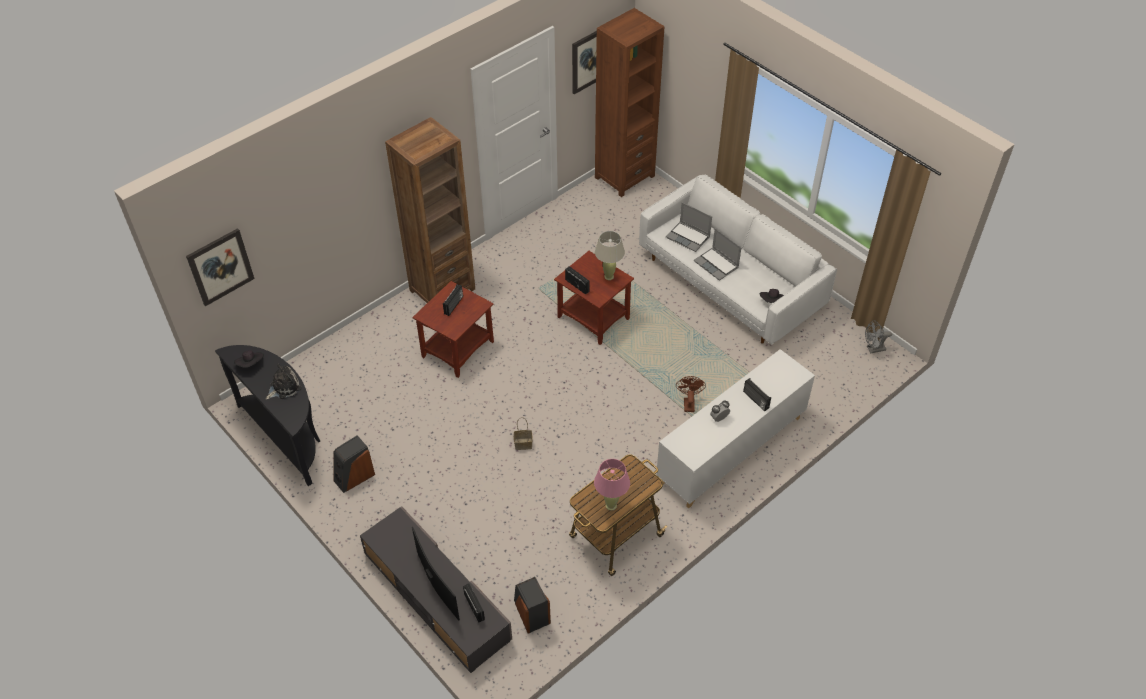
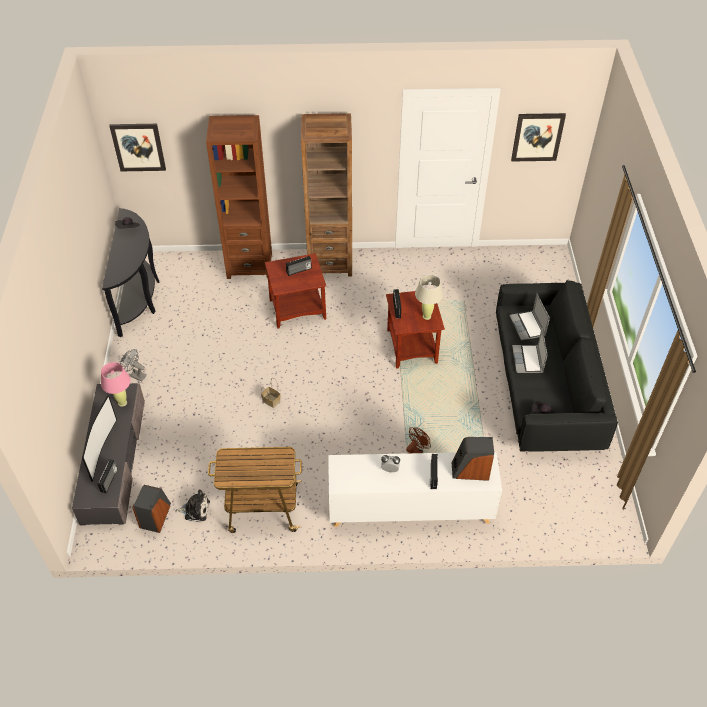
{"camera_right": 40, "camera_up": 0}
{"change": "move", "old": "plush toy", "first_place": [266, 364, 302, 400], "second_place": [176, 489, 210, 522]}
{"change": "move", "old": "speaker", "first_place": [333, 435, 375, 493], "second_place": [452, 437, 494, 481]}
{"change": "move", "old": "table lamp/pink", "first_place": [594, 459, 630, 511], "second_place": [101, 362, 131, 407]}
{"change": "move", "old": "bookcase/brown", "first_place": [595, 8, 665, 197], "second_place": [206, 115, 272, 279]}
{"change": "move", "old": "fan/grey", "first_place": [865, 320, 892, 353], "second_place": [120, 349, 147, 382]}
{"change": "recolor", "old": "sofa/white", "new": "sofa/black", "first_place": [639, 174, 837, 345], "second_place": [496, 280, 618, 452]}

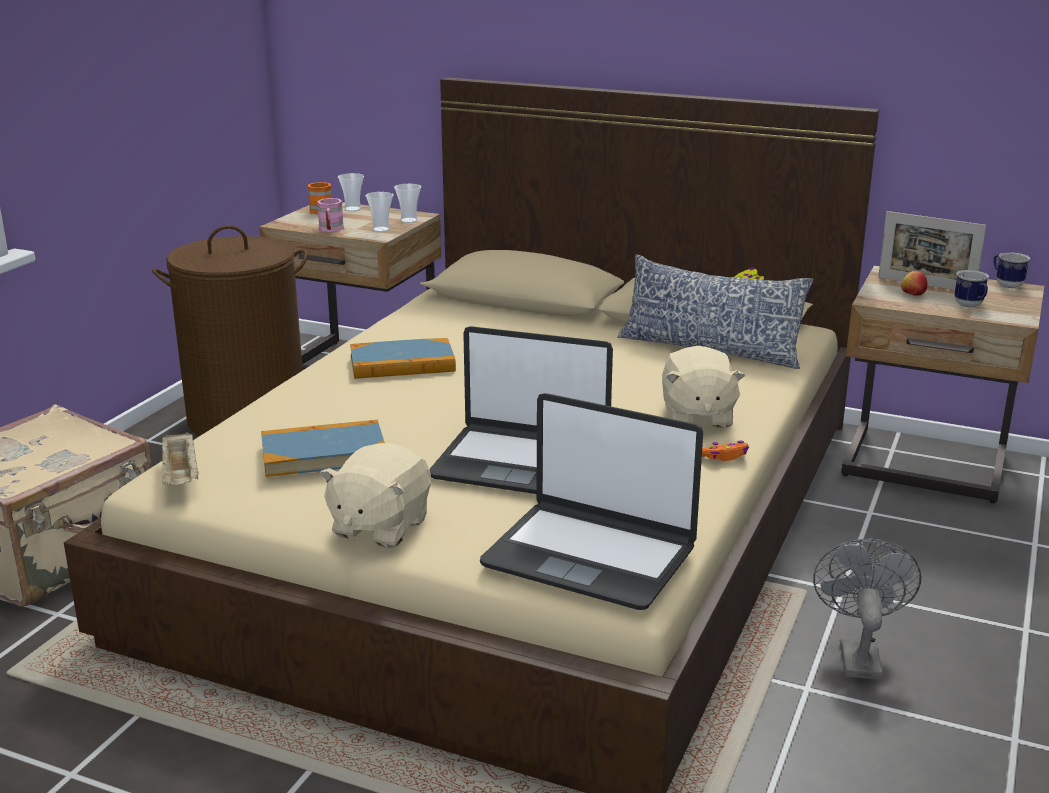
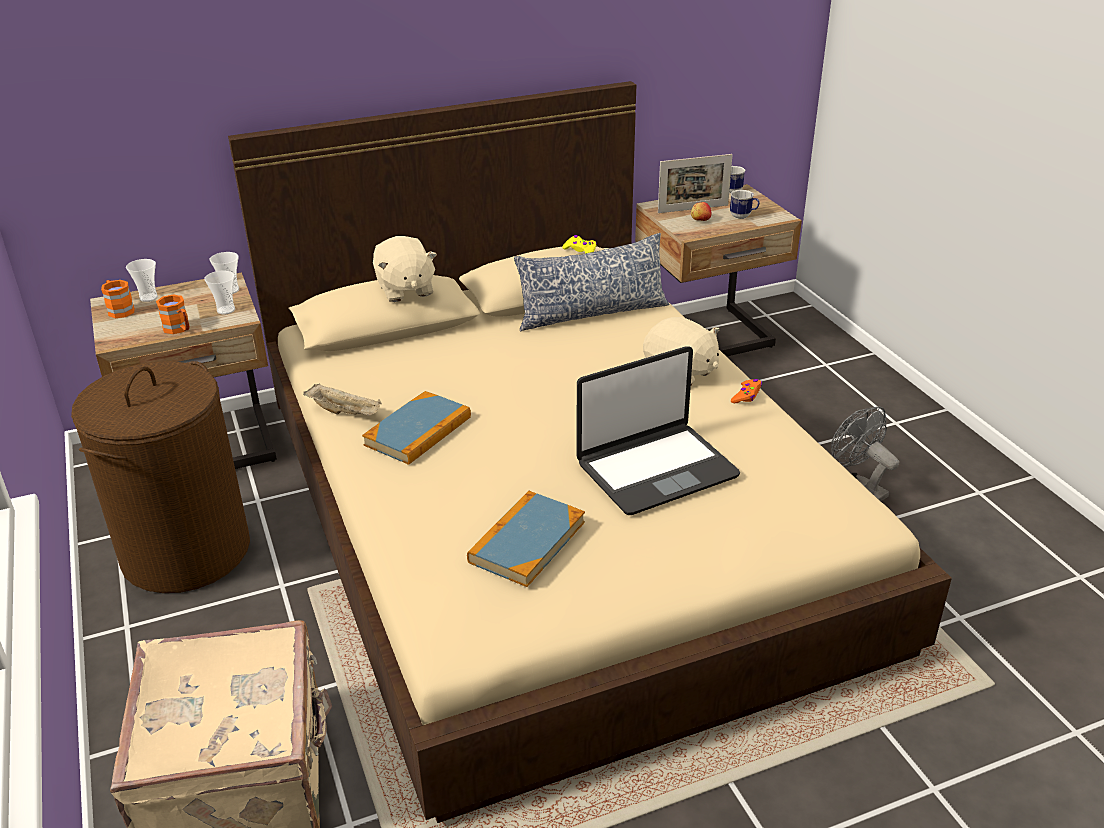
{"camera_right": -45, "camera_up": 10}
{"change": "delete", "old": "laptop", "first_place": [480, 393, 703, 610]}
{"change": "move", "old": "tray/beige", "first_place": [162, 432, 199, 485], "second_place": [303, 383, 382, 416]}
{"change": "move", "old": "plush toy/beige", "first_place": [320, 443, 431, 548], "second_place": [373, 236, 437, 302]}
{"change": "recolor", "old": "mug/pink", "new": "mug/orange", "first_place": [317, 198, 344, 232], "second_place": [156, 294, 190, 334]}

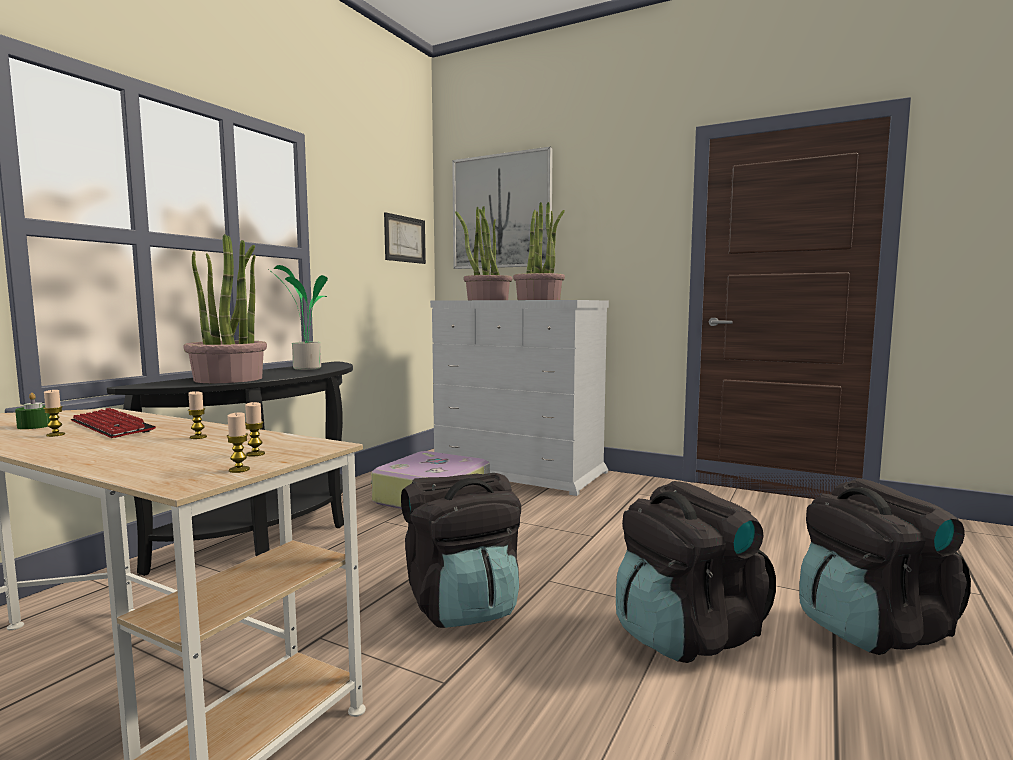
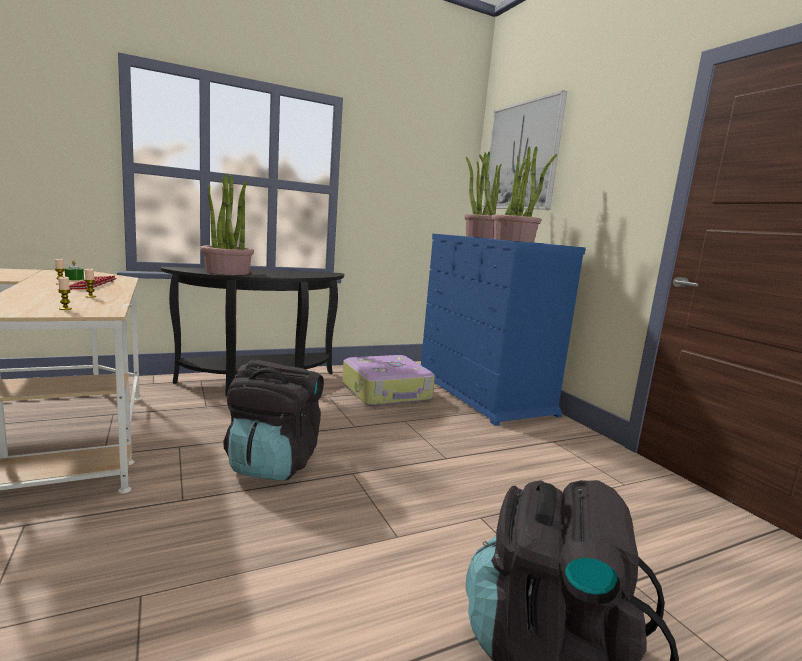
{"camera_right": 35, "camera_up": 5}
{"change": "delete", "old": "candle", "first_place": [226, 412, 250, 473]}
{"change": "delete", "old": "potted plant", "first_place": [267, 265, 328, 370]}
{"change": "delete", "old": "picture", "first_place": [384, 212, 426, 264]}
{"change": "delete", "old": "backpack/black", "first_place": [616, 481, 776, 663]}
{"change": "recolor", "old": "dresser/white", "new": "dresser/blue", "first_place": [430, 300, 609, 496], "second_place": [421, 234, 586, 426]}

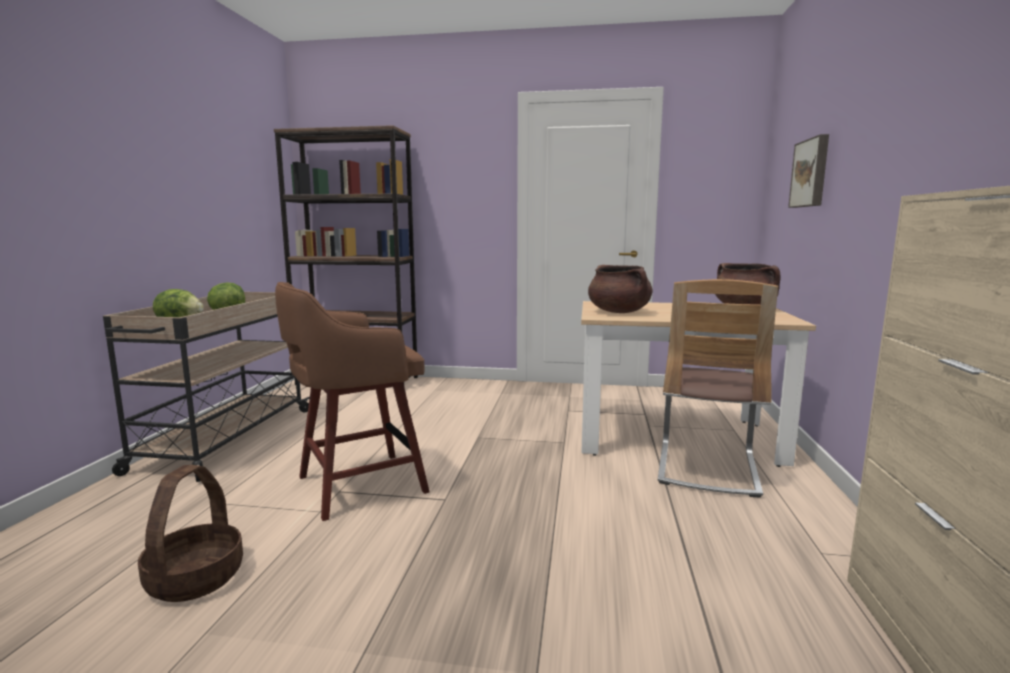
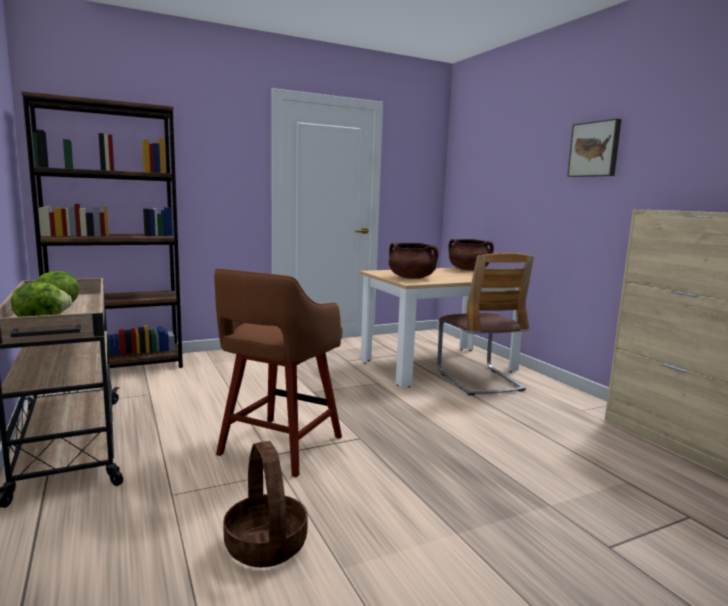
{"camera_right": -35, "camera_up": 0}
{"change": "move", "old": "picture", "first_place": [788, 134, 829, 208], "second_place": [567, 118, 621, 177]}

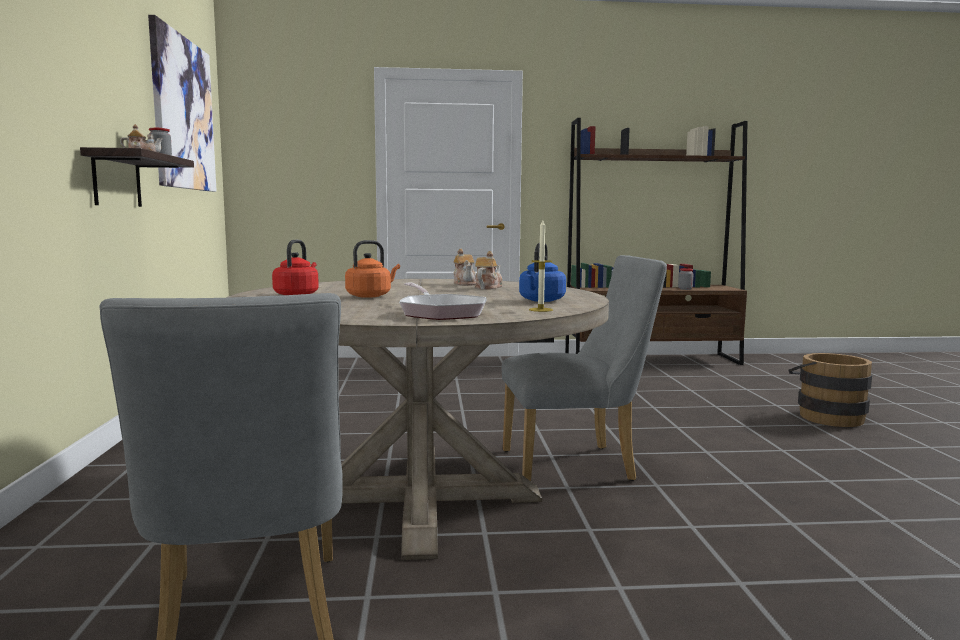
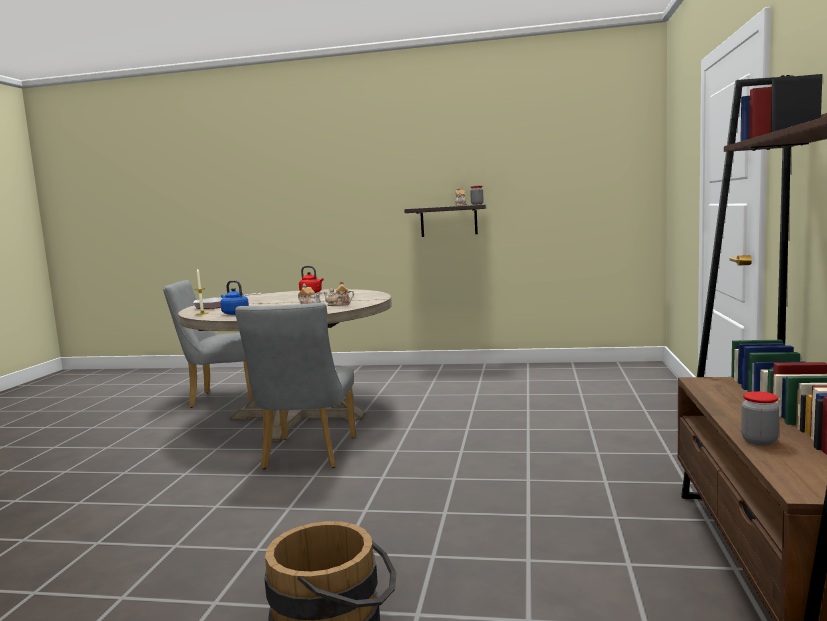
{"camera_right": 105, "camera_up": 0}
{"change": "delete", "old": "picture", "first_place": [148, 15, 217, 192]}
{"change": "delete", "old": "kettle/orange", "first_place": [345, 240, 400, 298]}

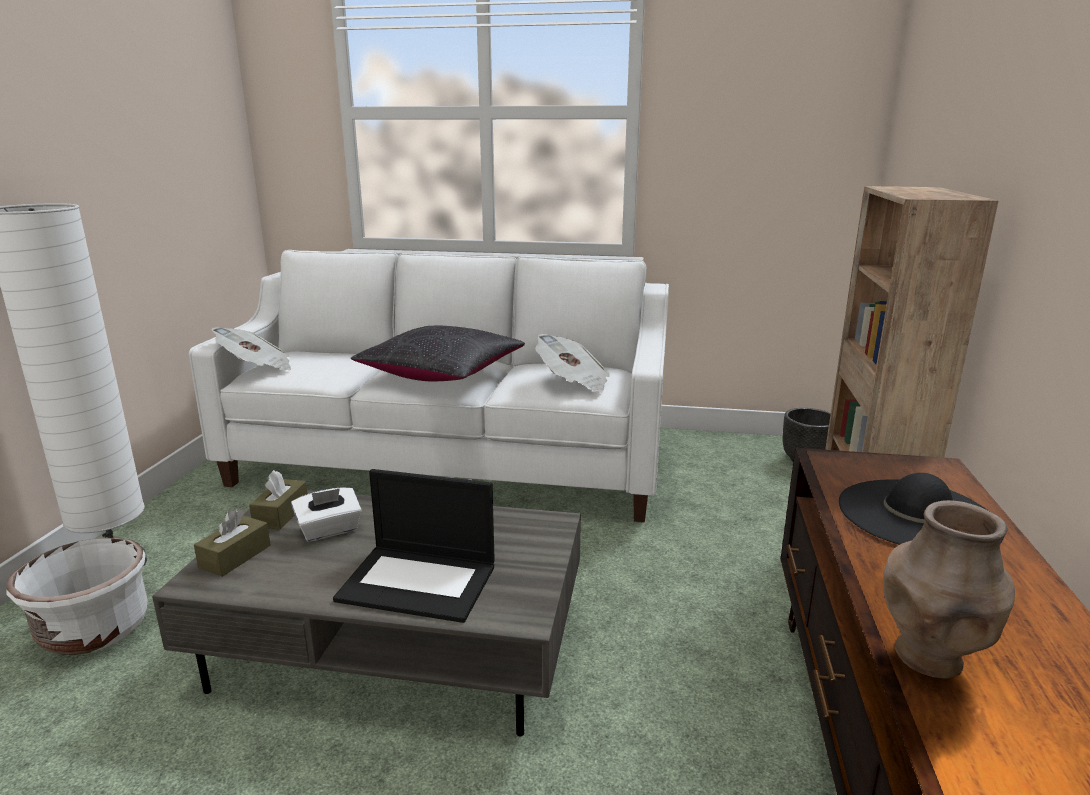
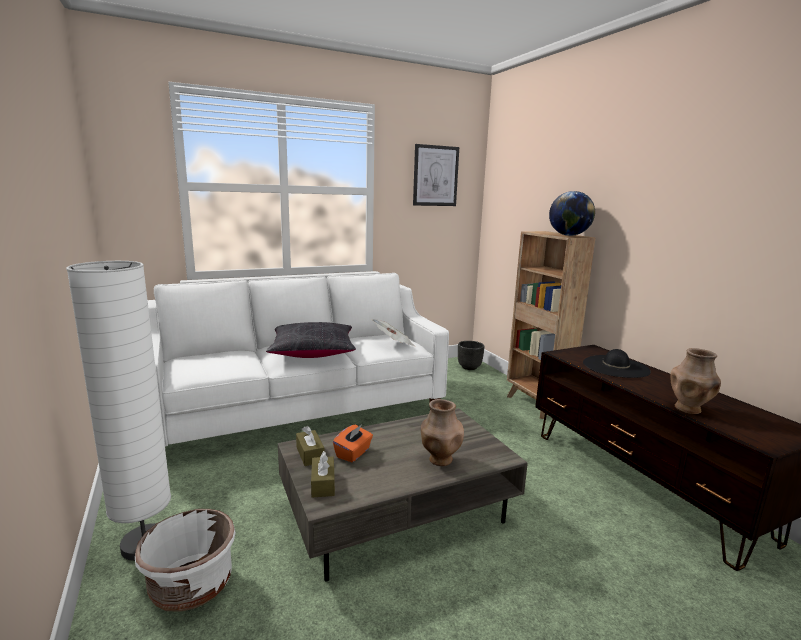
{"camera_right": -35, "camera_up": -5}
{"change": "delete", "old": "newspaper", "first_place": [212, 327, 291, 370]}
{"change": "insert", "new": "picture", "second_place": [413, 144, 459, 206]}
{"change": "insert", "new": "globe", "second_place": [549, 191, 595, 236]}
{"change": "replace", "old": "laptop", "new": "vase/brown", "first_place": [333, 469, 495, 623], "second_place": [421, 399, 464, 466]}
{"change": "recolor", "old": "tissue box/white", "new": "tissue box/orange", "first_place": [291, 487, 362, 542], "second_place": [333, 425, 373, 462]}

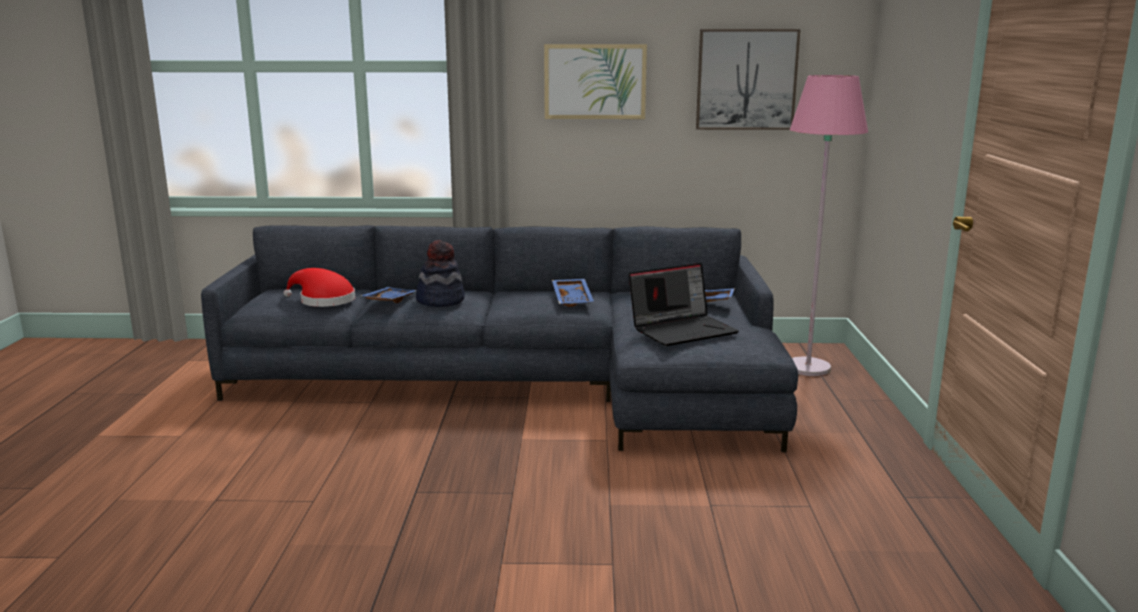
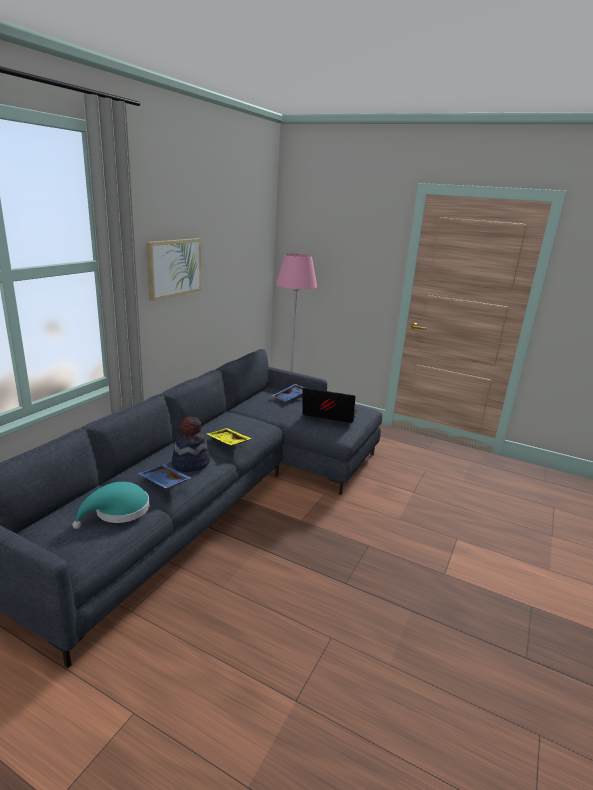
{"camera_right": -65, "camera_up": 5}
{"change": "delete", "old": "tray/blue", "first_place": [552, 279, 594, 307]}
{"change": "delete", "old": "picture", "first_place": [696, 29, 801, 130]}
{"change": "insert", "new": "tray/yellow", "second_place": [207, 428, 252, 446]}
{"change": "recolor", "old": "hat/red", "new": "hat/turquoise", "first_place": [283, 268, 355, 307], "second_place": [72, 482, 149, 529]}
{"change": "rotate", "old": "laptop", "first_place": [629, 263, 739, 346], "second_place": [302, 388, 357, 423], "degrees": -75}

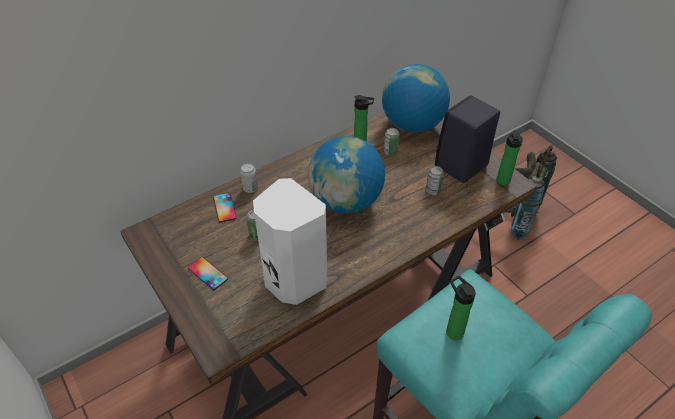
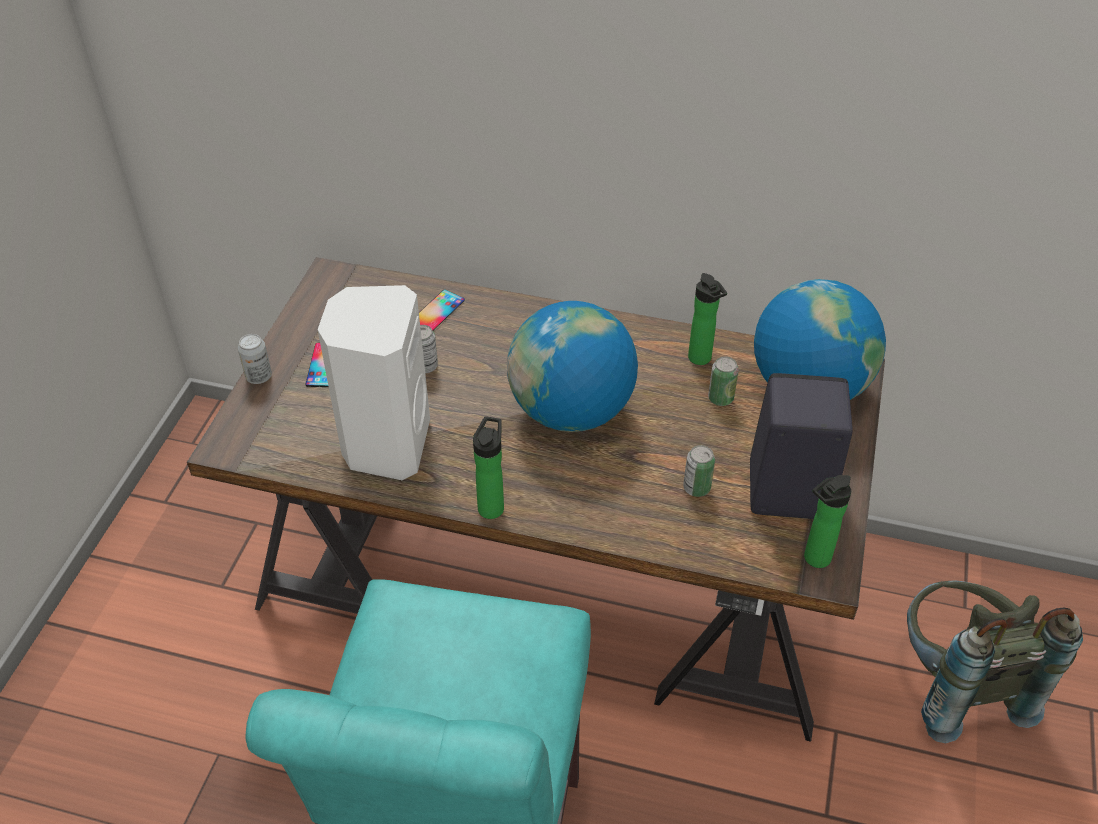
{"camera_right": 50, "camera_up": 0}
{"change": "move", "old": "can", "first_place": [240, 163, 258, 193], "second_place": [238, 334, 272, 384]}
{"change": "move", "old": "bottle", "first_place": [446, 276, 476, 340], "second_place": [473, 416, 504, 519]}

